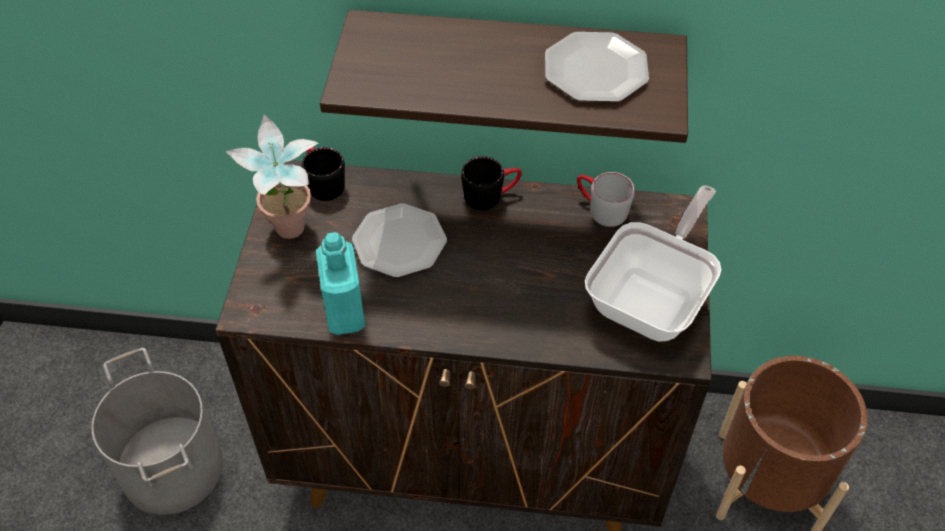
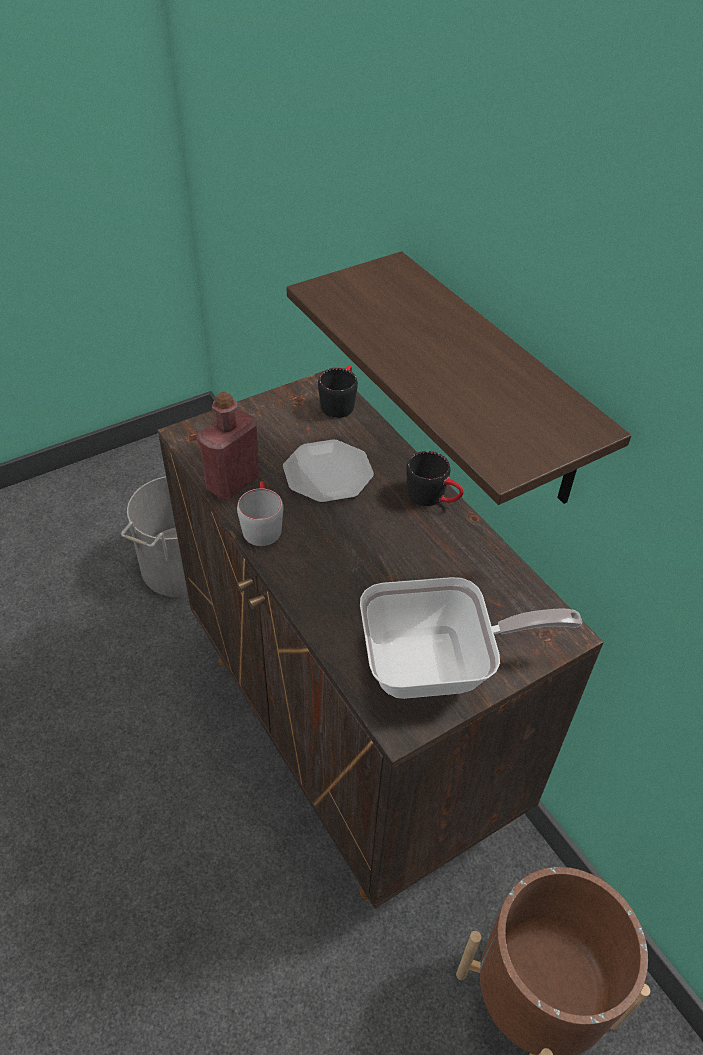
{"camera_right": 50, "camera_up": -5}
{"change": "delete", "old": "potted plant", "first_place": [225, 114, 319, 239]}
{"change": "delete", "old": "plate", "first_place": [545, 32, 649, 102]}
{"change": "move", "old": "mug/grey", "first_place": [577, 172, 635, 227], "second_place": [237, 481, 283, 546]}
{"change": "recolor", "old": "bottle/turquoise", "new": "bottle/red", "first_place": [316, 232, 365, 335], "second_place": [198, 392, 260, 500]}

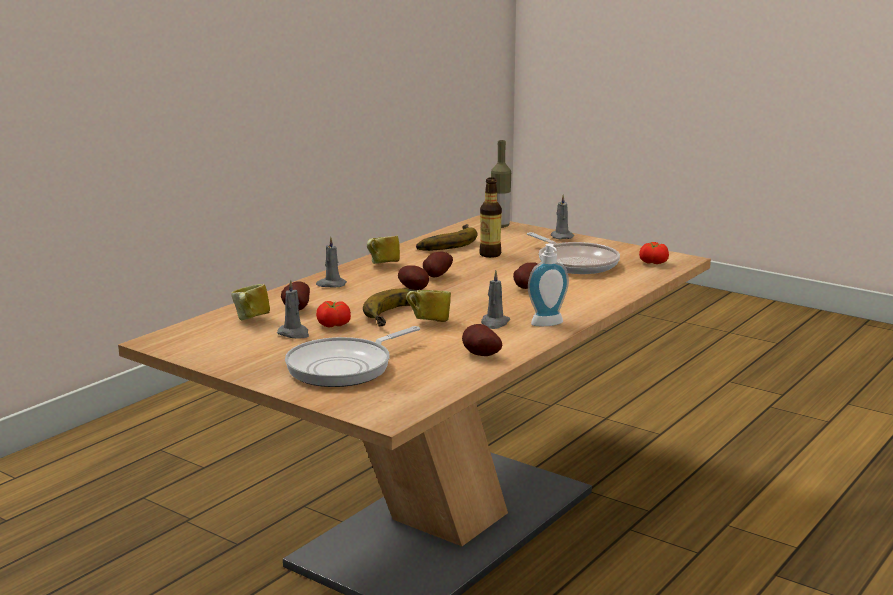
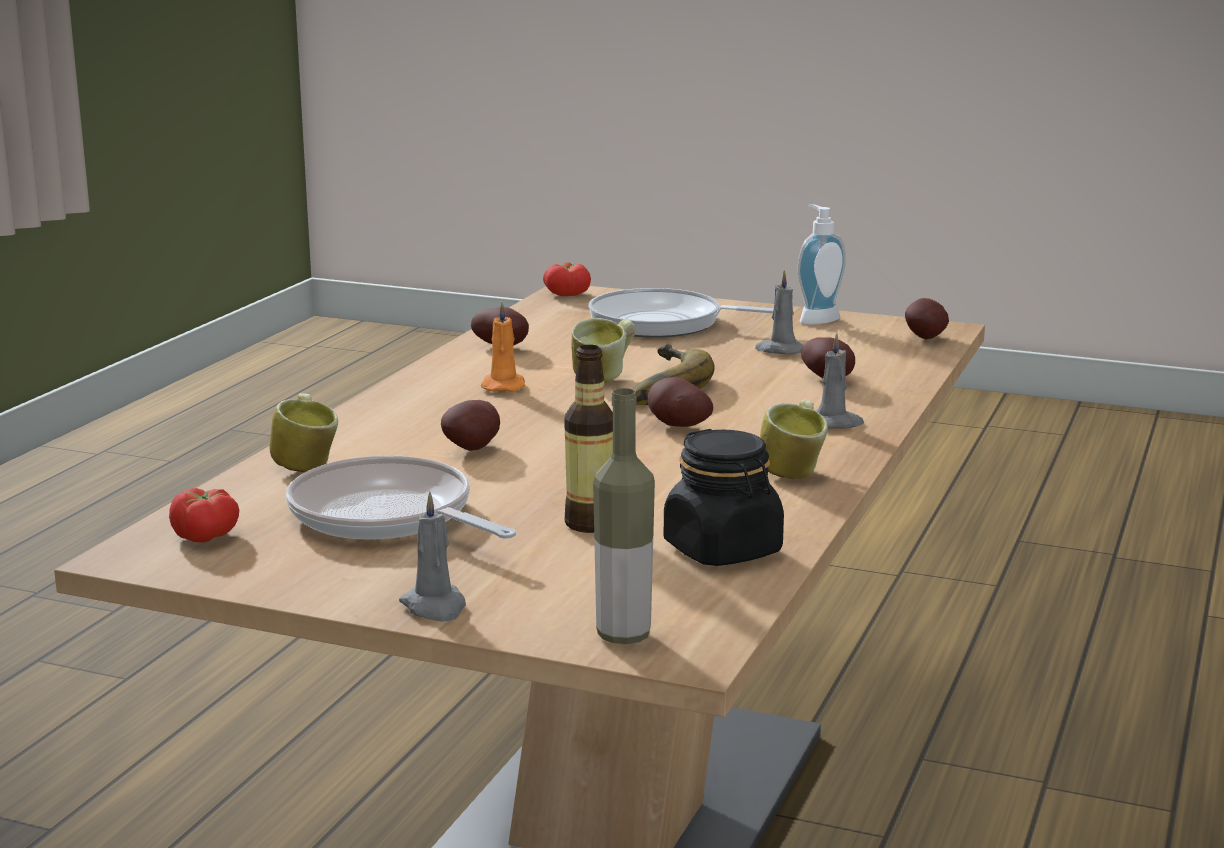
{"camera_right": 165, "camera_up": 0}
{"change": "move", "old": "mug", "first_place": [231, 284, 270, 320], "second_place": [270, 393, 338, 472]}
{"change": "move", "old": "tomato", "first_place": [316, 301, 351, 328], "second_place": [543, 262, 591, 296]}
{"change": "move", "old": "potato", "first_place": [423, 252, 453, 277], "second_place": [905, 298, 949, 339]}
{"change": "move", "old": "soap dispenser", "first_place": [528, 244, 569, 326], "second_place": [797, 204, 846, 325]}
{"change": "replace", "old": "banana", "new": "jar/black", "first_place": [416, 224, 477, 251], "second_place": [664, 429, 784, 566]}
{"change": "recolor", "old": "candle/grey", "new": "candle/orange", "first_place": [481, 270, 510, 329], "second_place": [480, 302, 525, 392]}
{"change": "rotate", "old": "frying pan", "first_place": [285, 326, 420, 387], "second_place": [589, 288, 774, 338], "degrees": -105}

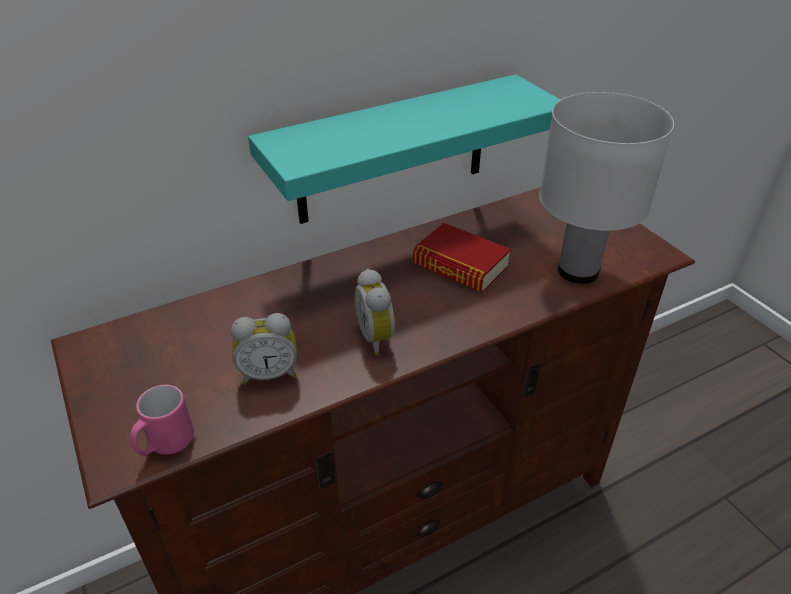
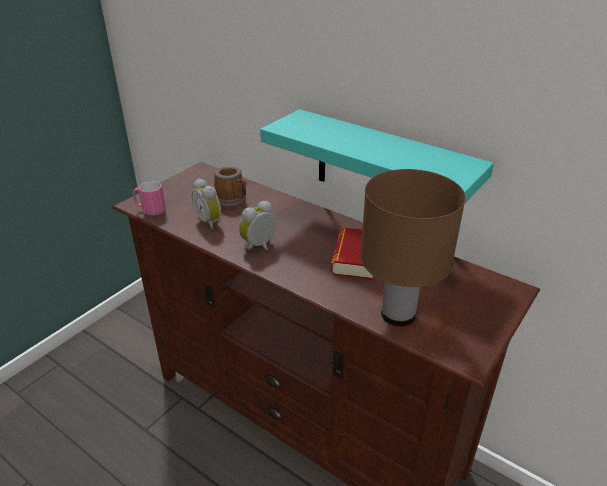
{"camera_right": 65, "camera_up": -5}
{"change": "insert", "new": "mug", "second_place": [214, 166, 247, 207]}
{"change": "recolor", "old": "table lamp/white", "new": "table lamp/brown", "first_place": [539, 92, 674, 284], "second_place": [360, 169, 466, 326]}

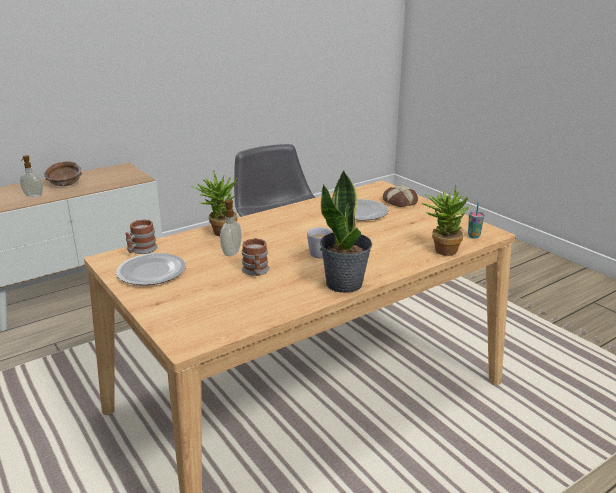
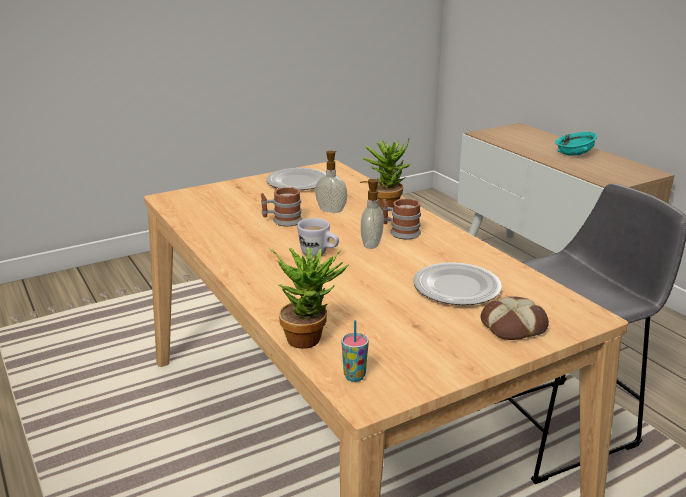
{"camera_right": 95, "camera_up": 0}
{"change": "delete", "old": "potted plant", "first_place": [320, 170, 372, 293]}
{"change": "move", "old": "soap dispenser", "first_place": [20, 155, 43, 197], "second_place": [360, 179, 384, 249]}
{"change": "move", "old": "mug", "first_place": [125, 220, 158, 254], "second_place": [382, 199, 421, 239]}
{"change": "recolor", "old": "bowl/brown", "new": "bowl/turquoise", "first_place": [44, 161, 82, 186], "second_place": [555, 132, 597, 156]}

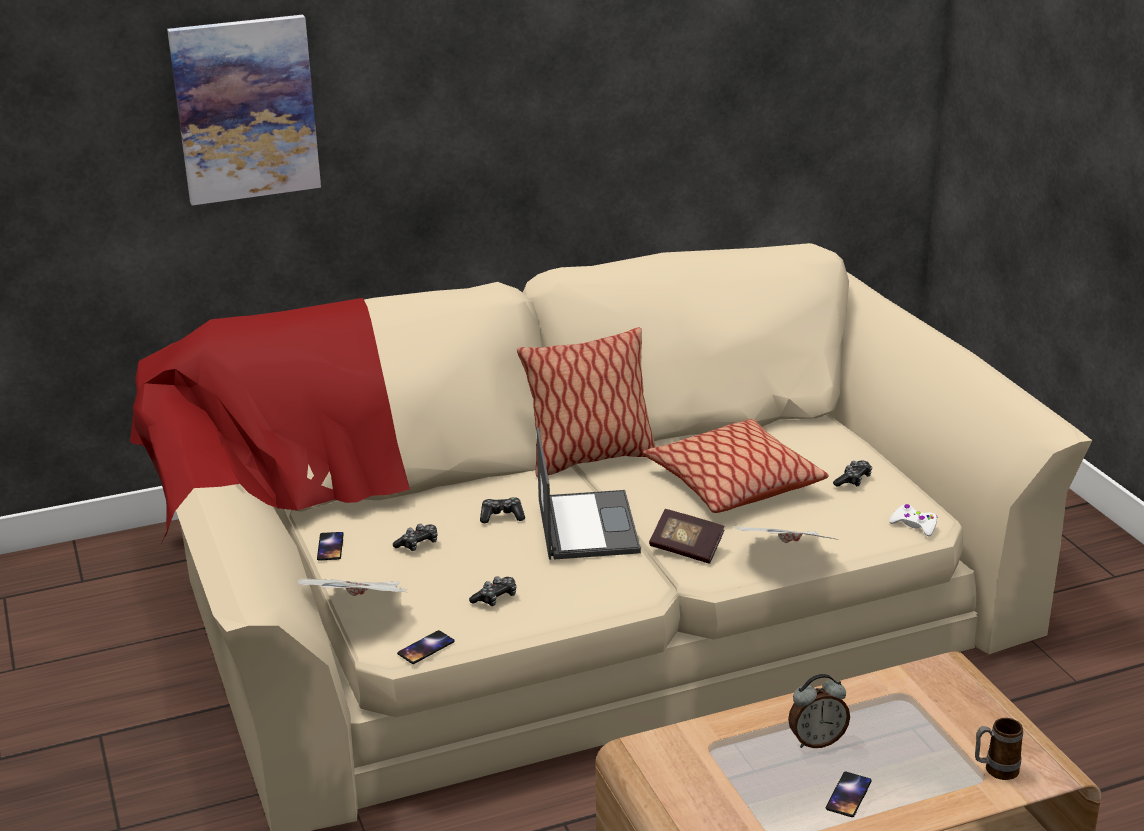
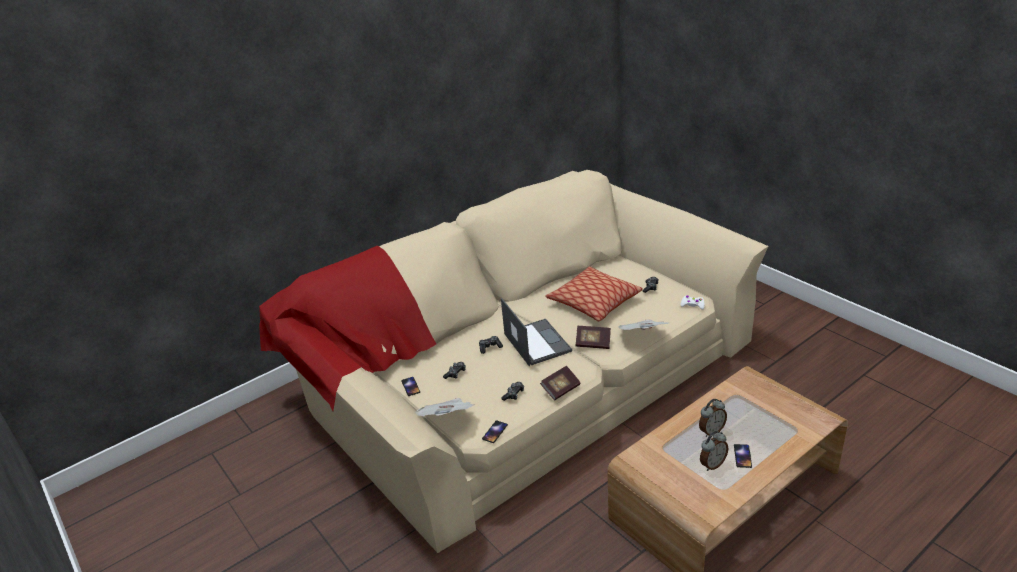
{"camera_right": -15, "camera_up": 5}
{"change": "delete", "old": "picture", "first_place": [167, 15, 321, 206]}
{"change": "delete", "old": "pillow", "first_place": [517, 327, 655, 477]}
{"change": "delete", "old": "mug", "first_place": [975, 718, 1023, 780]}
{"change": "insert", "new": "book", "second_place": [540, 366, 581, 400]}
{"change": "insert", "new": "alarm clock", "second_place": [700, 431, 728, 471]}

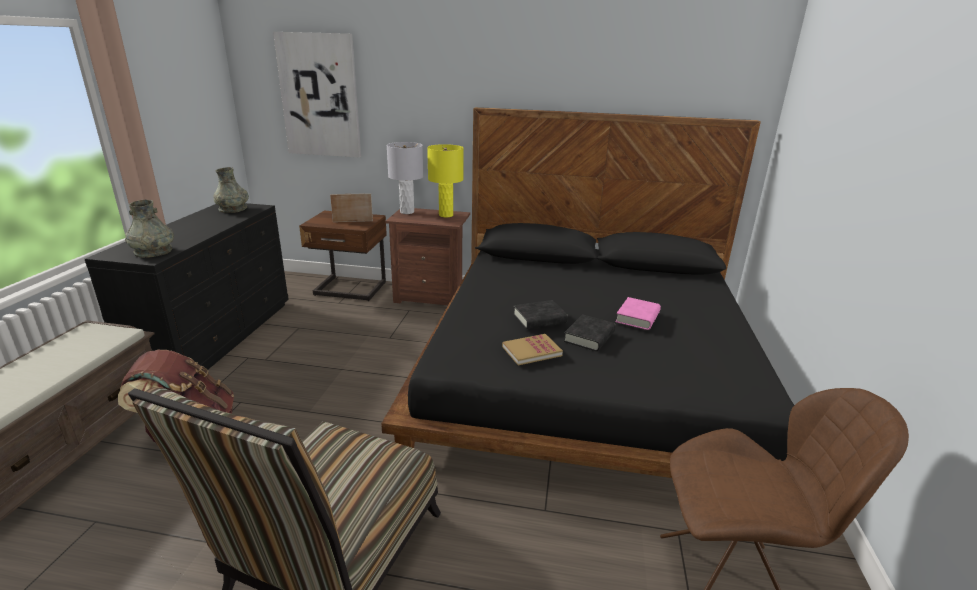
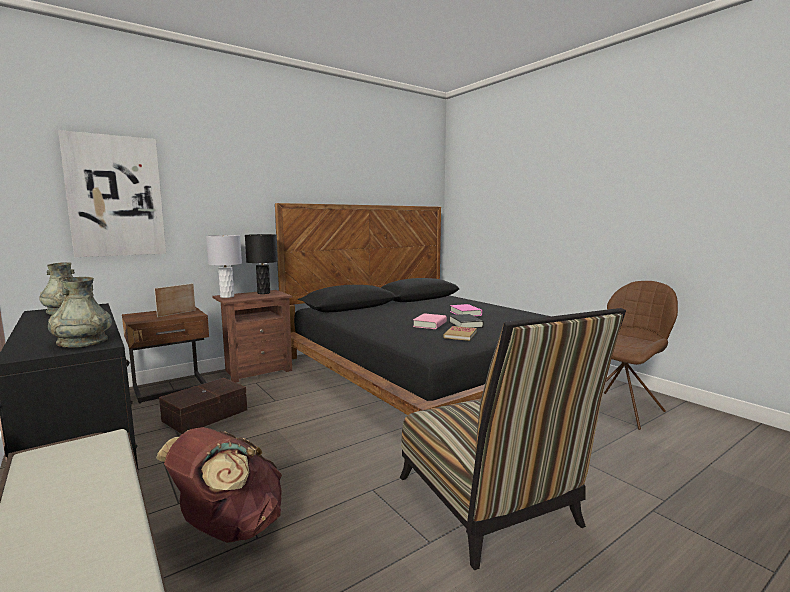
{"camera_right": -45, "camera_up": -15}
{"change": "insert", "new": "storage box/brown", "second_place": [159, 378, 247, 434]}
{"change": "recolor", "old": "table lamp/yellow", "new": "table lamp/black", "first_place": [427, 144, 464, 217], "second_place": [245, 234, 278, 294]}
{"change": "recolor", "old": "book/black", "new": "book/pink", "first_place": [513, 300, 568, 329], "second_place": [413, 313, 447, 329]}

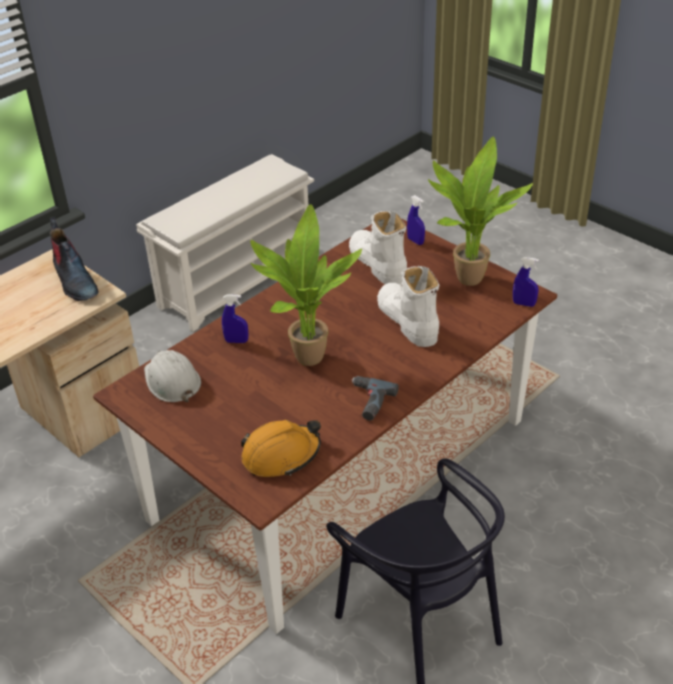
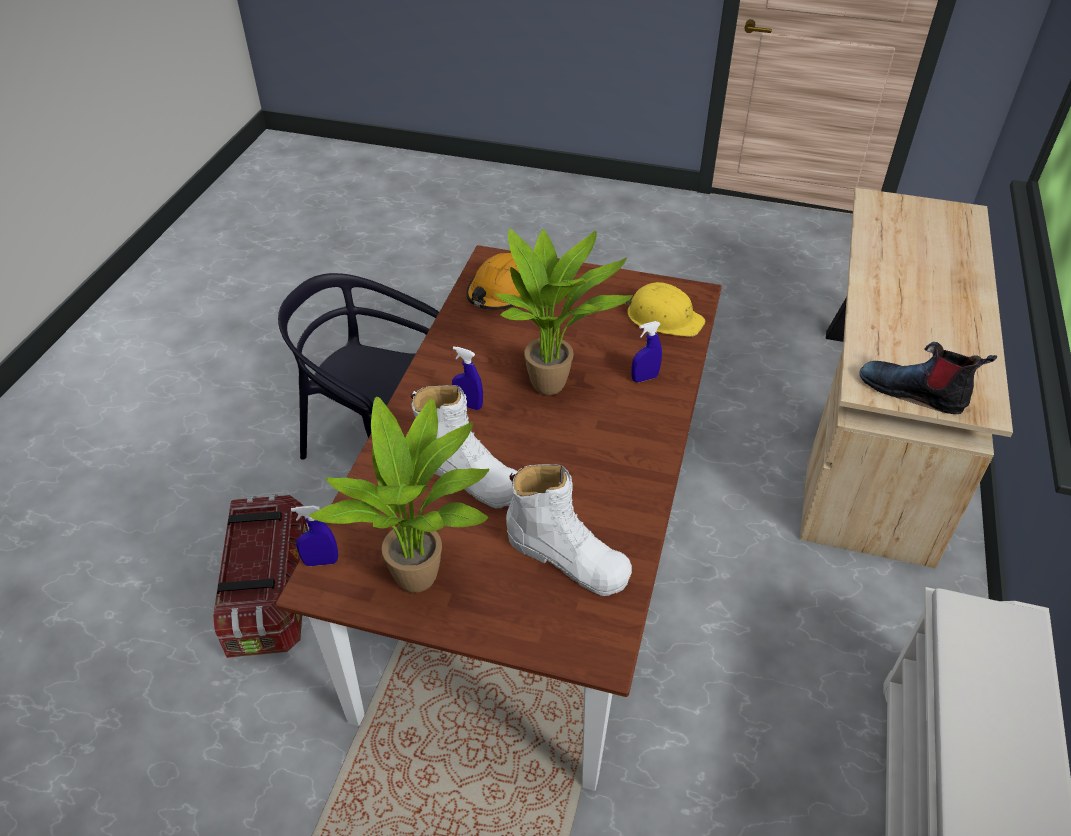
{"camera_right": 150, "camera_up": 5}
{"change": "delete", "old": "power drill", "first_place": [352, 376, 399, 420]}
{"change": "insert", "new": "storage box", "second_place": [213, 494, 308, 658]}
{"change": "move", "old": "spray bottle/blue", "first_place": [407, 195, 425, 245], "second_place": [452, 346, 483, 410]}
{"change": "recolor", "old": "hard hat/white", "new": "hard hat/yellow", "first_place": [144, 350, 201, 402], "second_place": [624, 282, 705, 337]}

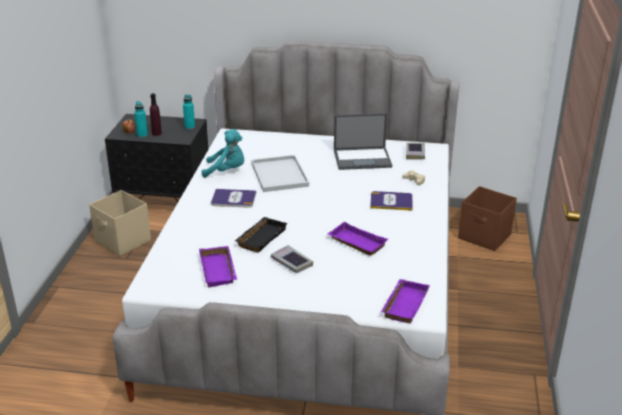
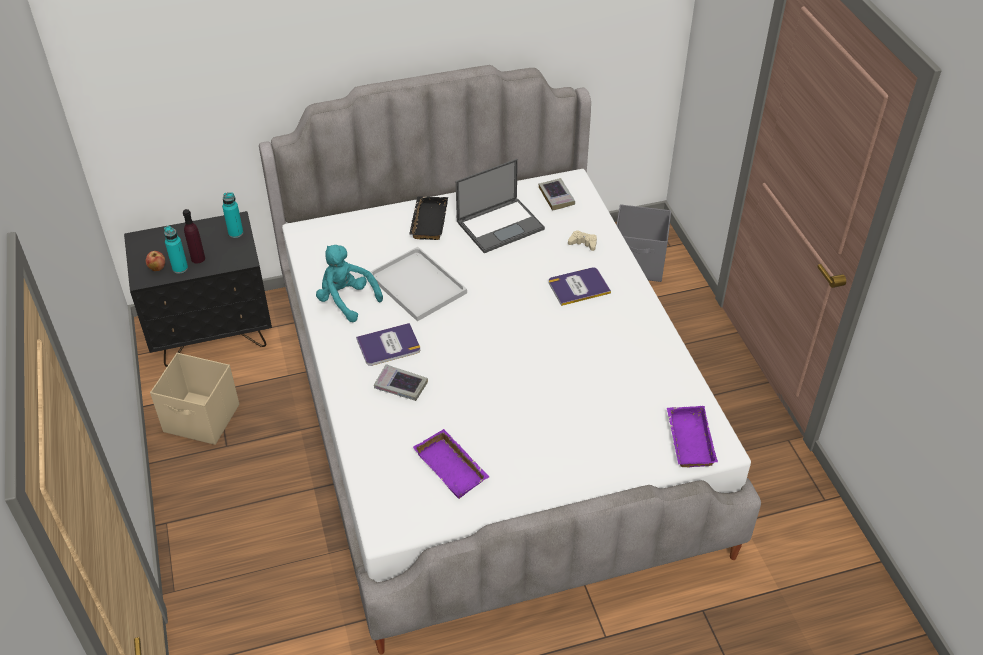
{"camera_right": -25, "camera_up": 15}
{"change": "delete", "old": "tray/purple", "first_place": [328, 222, 388, 256]}
{"change": "move", "old": "tray/black", "first_place": [235, 217, 288, 252], "second_place": [409, 196, 448, 240]}
{"change": "move", "old": "book", "first_place": [271, 245, 313, 273], "second_place": [374, 364, 428, 401]}
{"change": "recolor", "old": "storage box/brown", "new": "storage box/grey", "first_place": [458, 186, 517, 251], "second_place": [617, 204, 671, 282]}
{"change": "rotate", "old": "plush toy/turquoise", "first_place": [202, 129, 244, 178], "second_place": [316, 245, 383, 322], "degrees": -120}

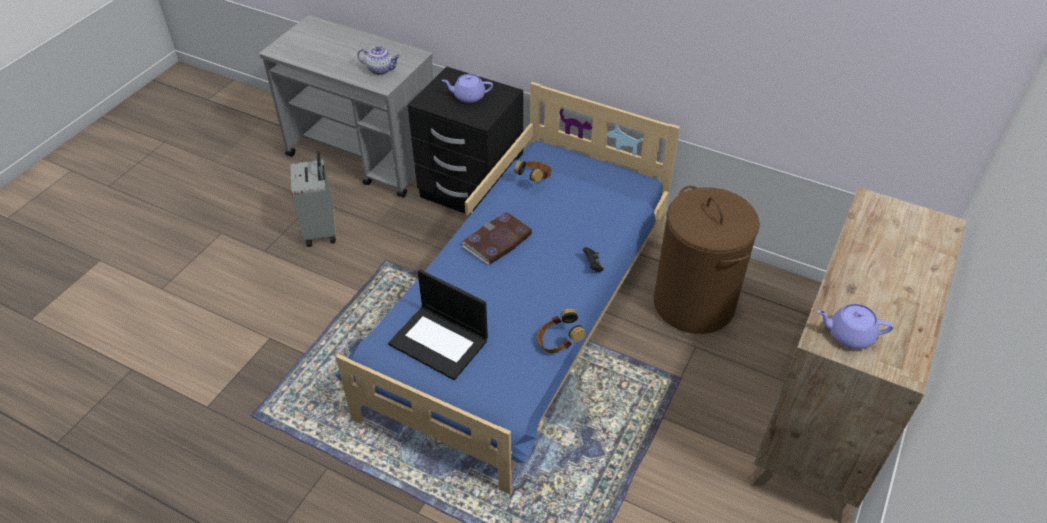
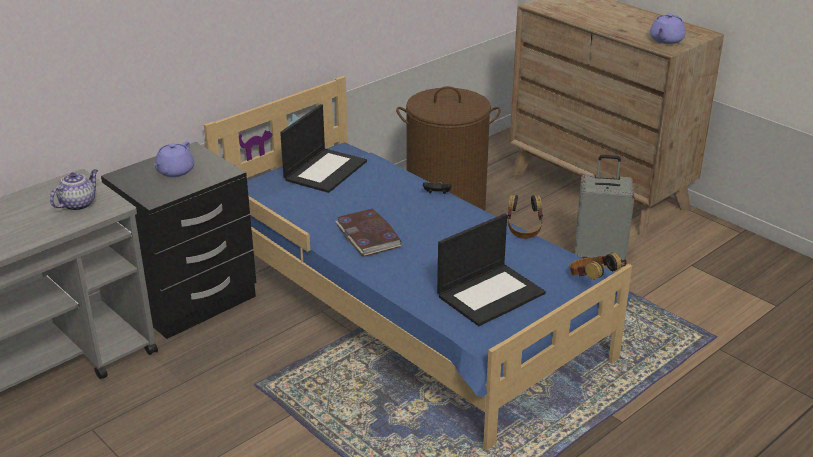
{"camera_right": -70, "camera_up": -15}
{"change": "insert", "new": "laptop", "second_place": [280, 104, 367, 193]}
{"change": "move", "old": "suitcase/grey", "first_place": [290, 151, 336, 247], "second_place": [575, 155, 634, 267]}
{"change": "move", "old": "headphones", "first_place": [514, 160, 552, 183], "second_place": [570, 253, 622, 280]}

